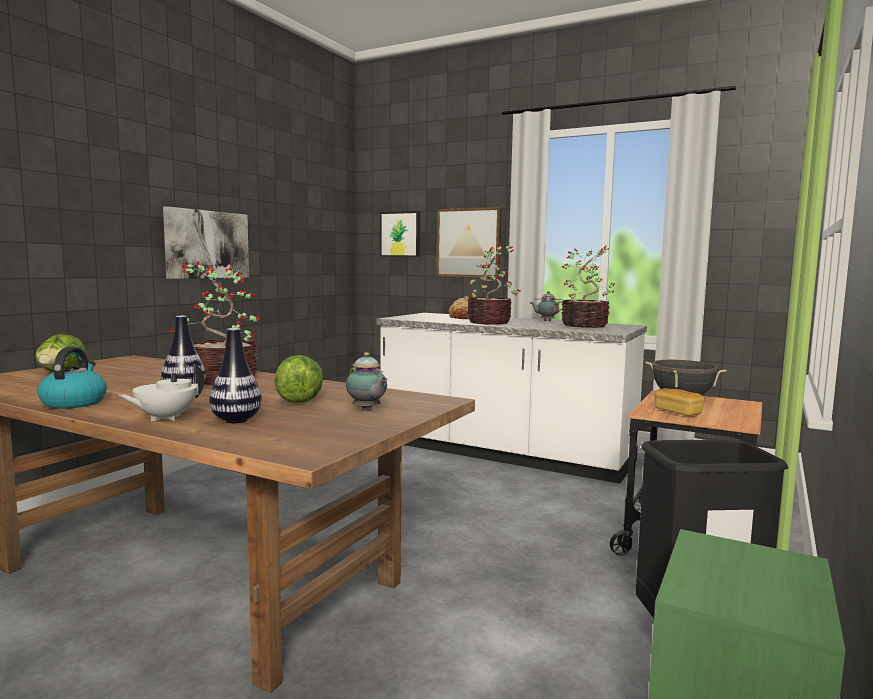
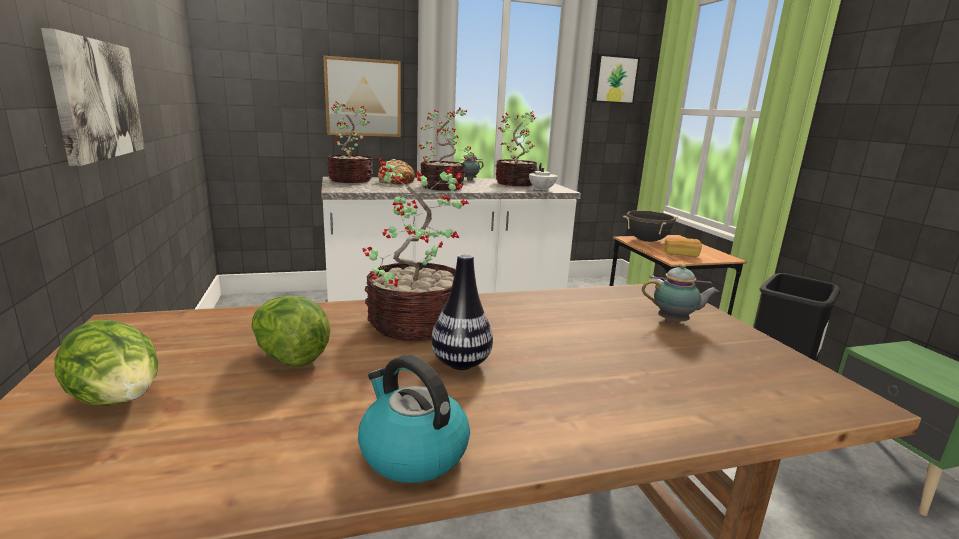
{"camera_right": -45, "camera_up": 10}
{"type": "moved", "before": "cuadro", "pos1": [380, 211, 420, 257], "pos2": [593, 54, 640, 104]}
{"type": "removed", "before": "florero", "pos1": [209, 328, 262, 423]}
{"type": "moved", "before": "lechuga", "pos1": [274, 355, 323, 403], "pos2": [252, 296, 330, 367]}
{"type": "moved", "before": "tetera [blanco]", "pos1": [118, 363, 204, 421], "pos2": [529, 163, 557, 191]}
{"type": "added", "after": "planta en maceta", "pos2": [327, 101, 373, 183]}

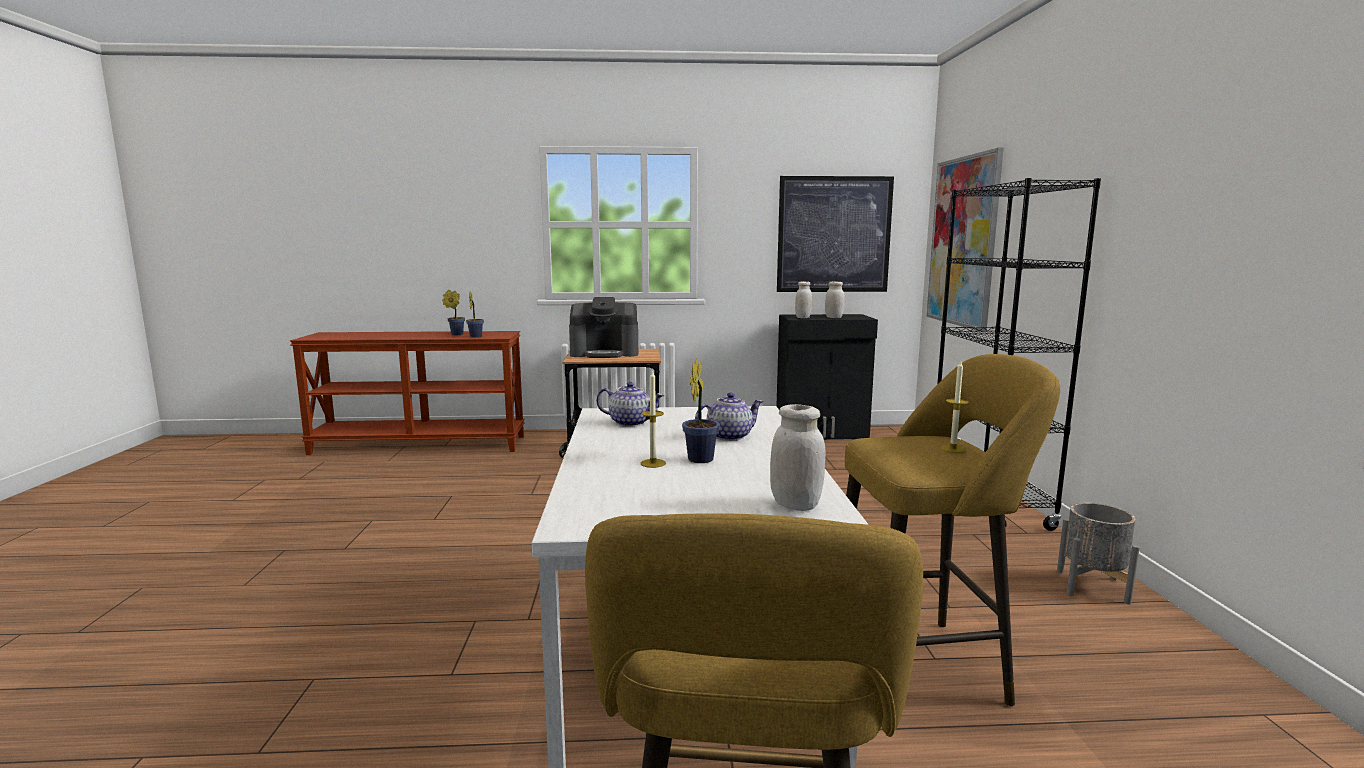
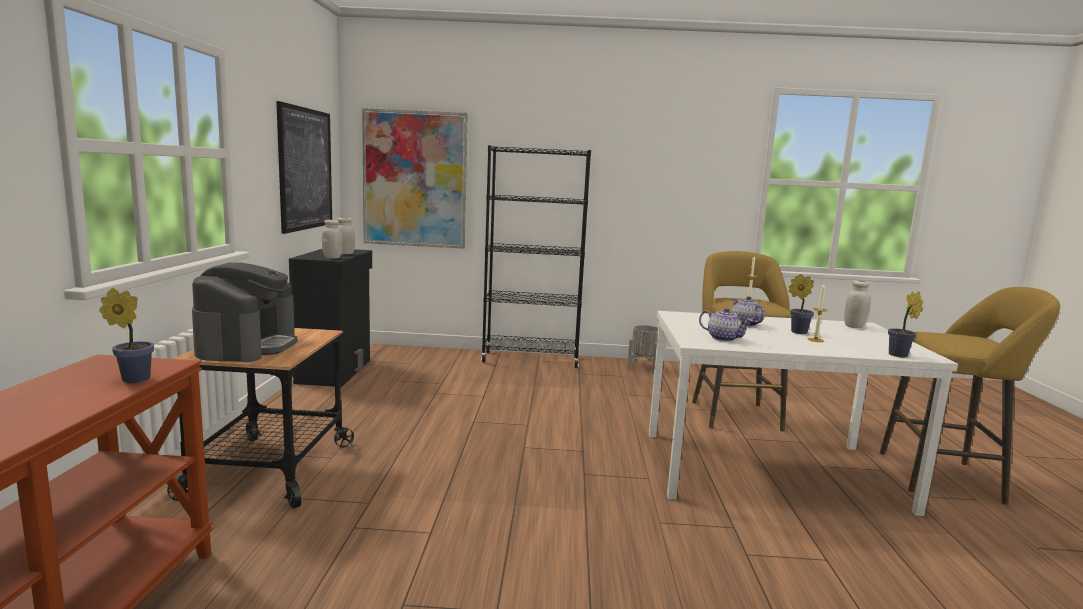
{"camera_right": -85, "camera_up": 0}
{"type": "moved", "before": "planta en maceta", "pos1": [442, 290, 465, 335], "pos2": [888, 291, 923, 358]}
{"type": "turned", "before": "tetera", "pos1": [596, 382, 664, 427], "pos2": [699, 308, 753, 342], "turn": 105}

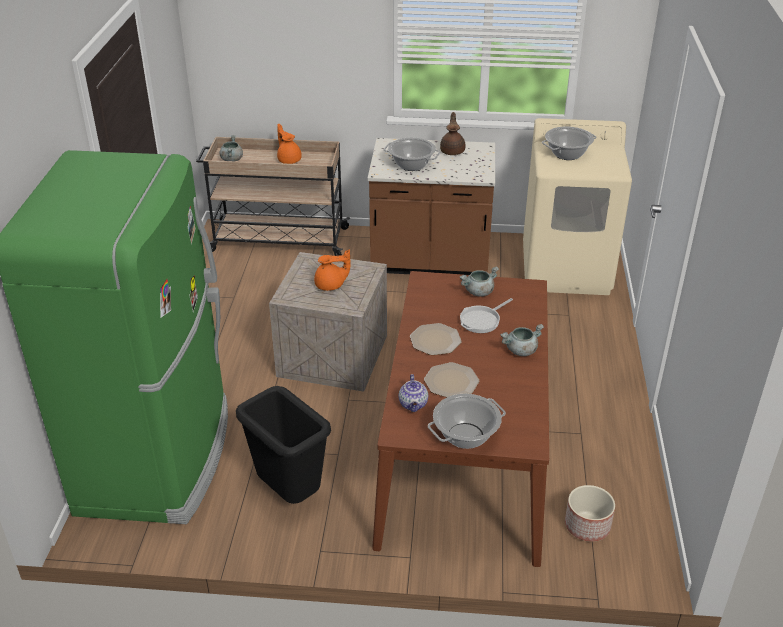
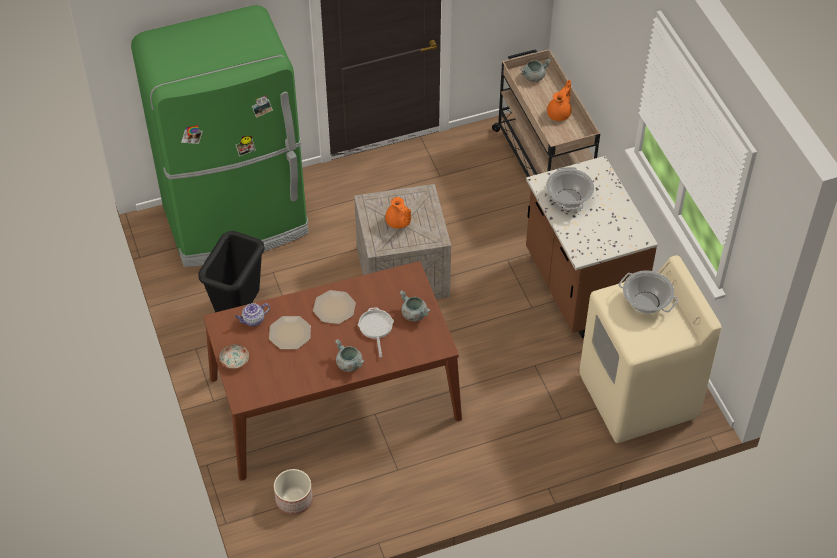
{"camera_right": 65, "camera_up": 15}
{"type": "removed", "before": "tetera [marrón]", "pos1": [440, 112, 465, 155]}
{"type": "turned", "before": "sartén", "pos1": [460, 298, 513, 333], "pos2": [358, 307, 394, 358], "turn": 60}
{"type": "replaced", "before": "olla", "after": "plato", "pos1": [428, 394, 506, 449], "pos2": [219, 344, 249, 369]}

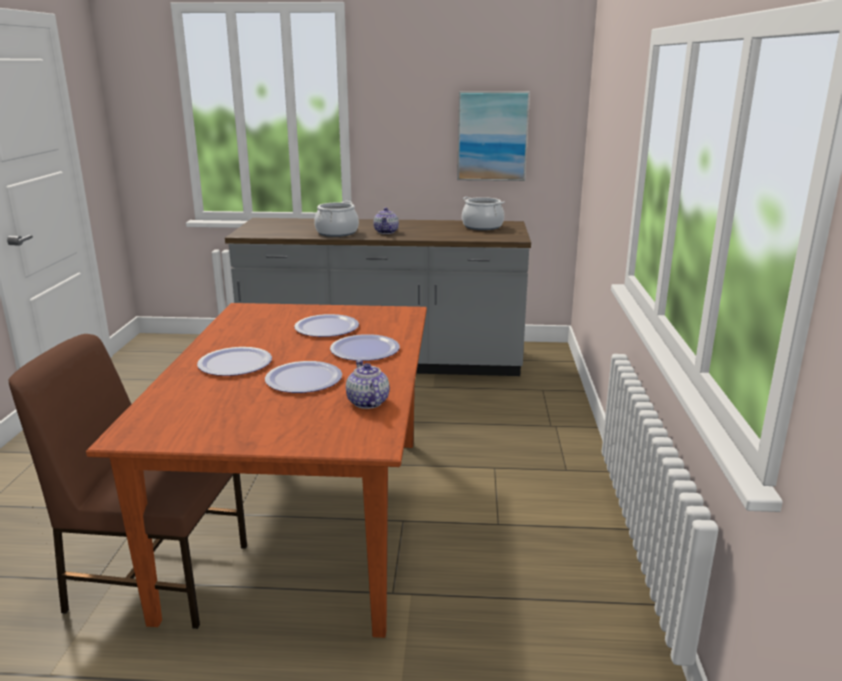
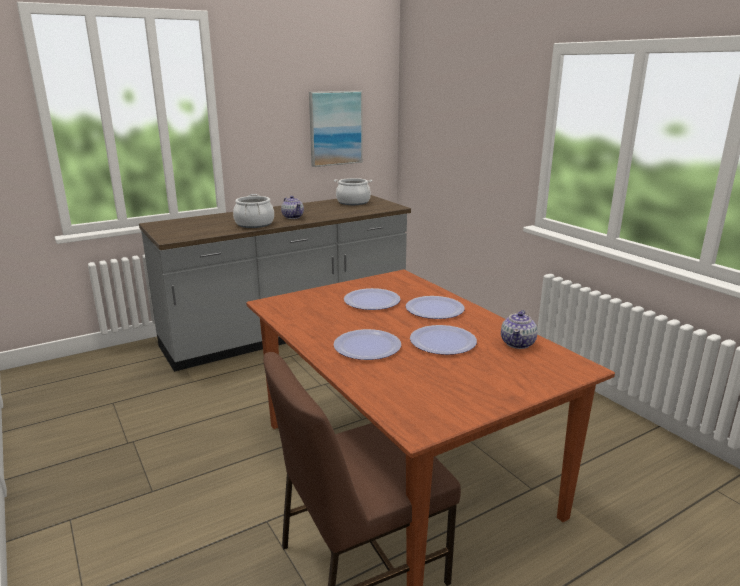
{"camera_right": -35, "camera_up": 0}
{"type": "turned", "before": "tetera", "pos1": [346, 360, 390, 409], "pos2": [501, 310, 537, 349], "turn": -105}

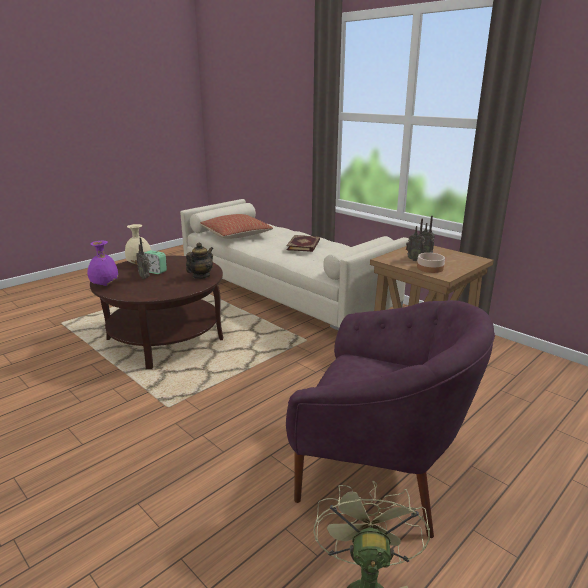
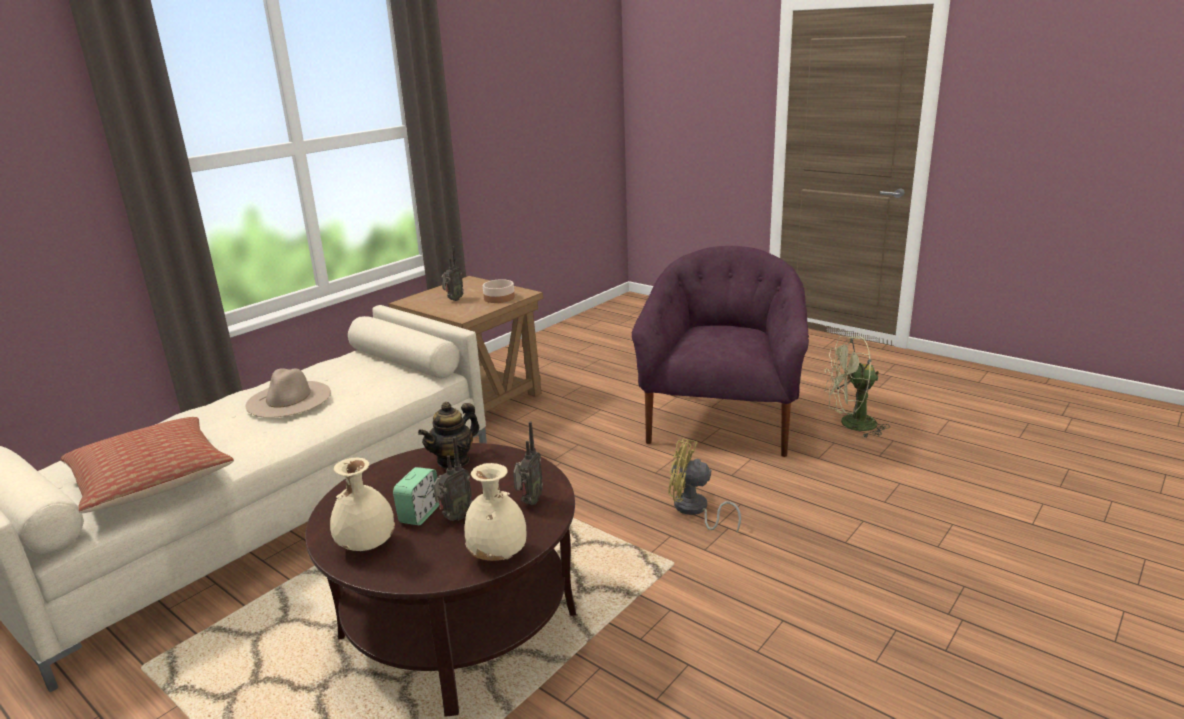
{"camera_right": -95, "camera_up": 0}
{"type": "moved", "before": "radio", "pos1": [406, 218, 425, 261], "pos2": [513, 421, 543, 505]}
{"type": "replaced", "before": "libro", "after": "sombrero [beis]", "pos1": [286, 235, 320, 252], "pos2": [246, 368, 331, 418]}
{"type": "recoloured", "before": "florero [morado]", "after": "florero [beis]", "pos1": [87, 241, 118, 286], "pos2": [465, 463, 527, 561]}
{"type": "turned", "before": "tetera", "pos1": [186, 242, 213, 279], "pos2": [418, 402, 479, 469], "turn": -75}
{"type": "added", "after": "ventilador [amarillo]", "pos2": [668, 439, 741, 532]}

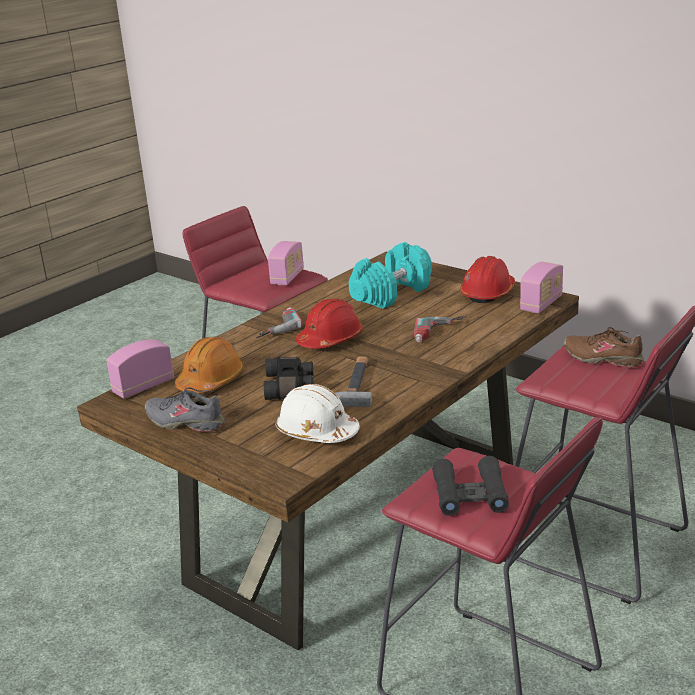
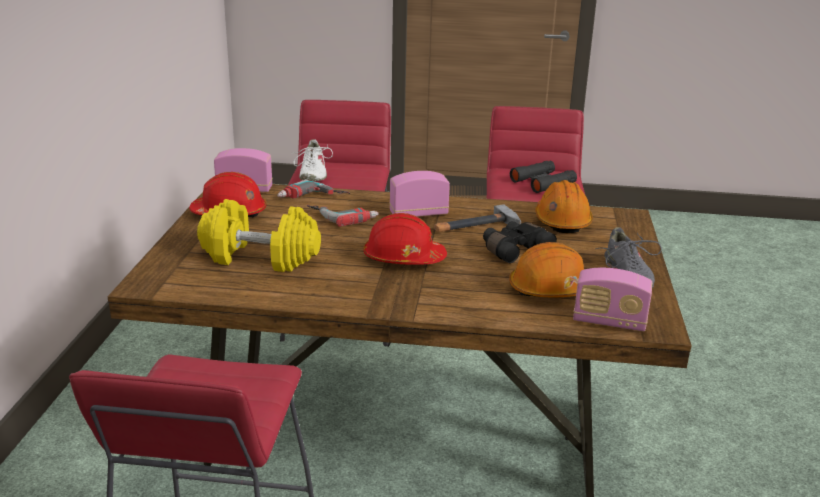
{"camera_right": -125, "camera_up": 0}
{"type": "moved", "before": "radio", "pos1": [268, 241, 304, 285], "pos2": [389, 171, 450, 216]}
{"type": "recoloured", "before": "mancuerna [turquesa]", "after": "mancuerna [amarillo]", "pos1": [349, 242, 432, 309], "pos2": [197, 199, 321, 272]}
{"type": "moved", "before": "taladro", "pos1": [256, 307, 303, 338], "pos2": [277, 179, 350, 199]}
{"type": "recoloured", "before": "zapato [marrón]", "after": "zapato [blanco]", "pos1": [564, 327, 644, 367], "pos2": [293, 139, 333, 181]}
{"type": "recoloured", "before": "casco [blanco]", "after": "casco [naranja]", "pos1": [275, 384, 360, 443], "pos2": [535, 180, 593, 233]}

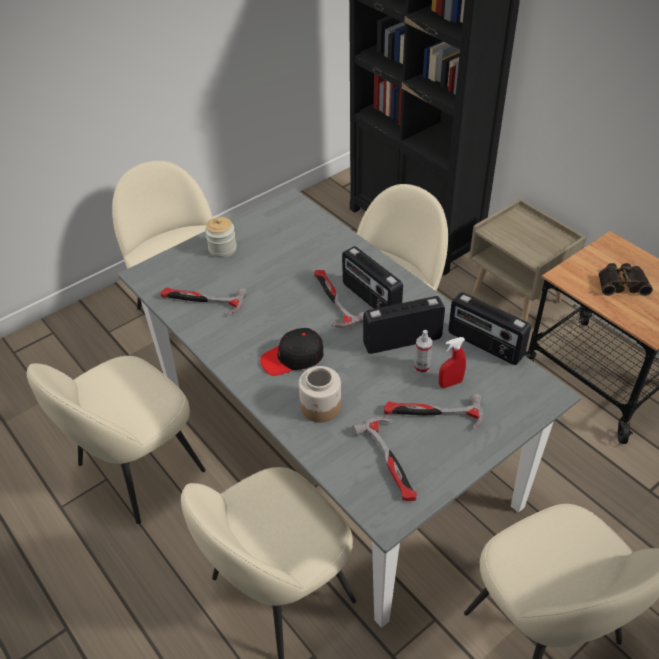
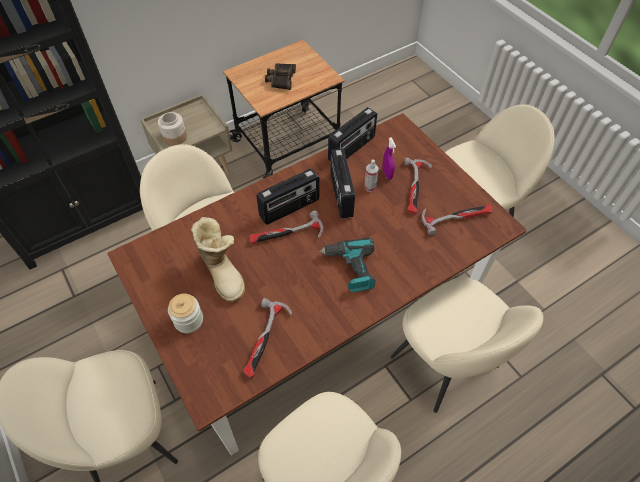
{"camera_right": -85, "camera_up": 10}
{"type": "recoloured", "before": "mesa de comedor [gris]", "after": "mesa de comedor [marrón]", "pos1": [118, 188, 581, 627], "pos2": [107, 113, 526, 455]}
{"type": "replaced", "before": "gorra [negro]", "after": "taladro", "pos1": [260, 328, 324, 376], "pos2": [319, 238, 375, 292]}
{"type": "recoloured", "before": "pulverizador [rojo]", "after": "pulverizador [morado]", "pos1": [439, 337, 466, 388], "pos2": [382, 137, 396, 180]}
{"type": "moved", "before": "tarro", "pos1": [299, 366, 341, 422], "pos2": [158, 112, 187, 146]}
{"type": "added", "after": "bota", "pos2": [191, 217, 245, 302]}

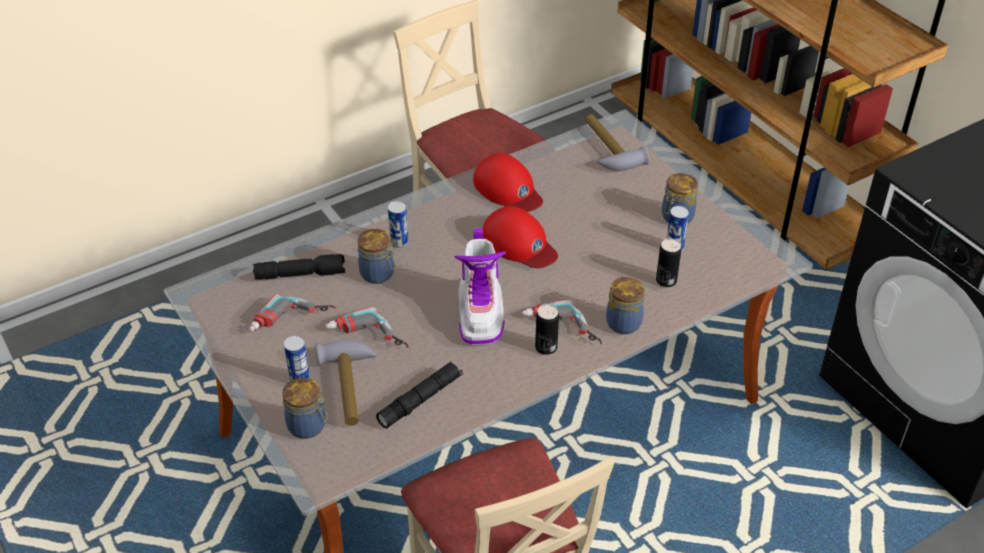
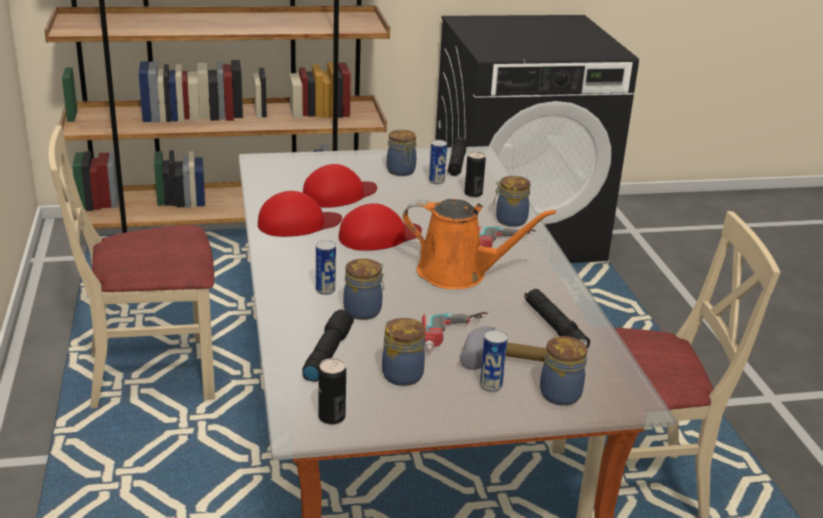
{"camera_right": -70, "camera_up": -15}
{"type": "removed", "before": "martillo", "pos1": [585, 114, 650, 171]}
{"type": "replaced", "before": "bota", "after": "regadera [naranja]", "pos1": [454, 228, 506, 345], "pos2": [403, 199, 556, 289]}
{"type": "replaced", "before": "taladro", "after": "tarro", "pos1": [249, 293, 336, 332], "pos2": [382, 318, 425, 386]}
{"type": "moved", "before": "lata", "pos1": [535, 304, 559, 355], "pos2": [319, 358, 346, 424]}
{"type": "added", "after": "linterna [negro]", "pos2": [448, 137, 467, 176]}
{"type": "added", "after": "gorra [rojo]", "pos2": [303, 164, 377, 208]}

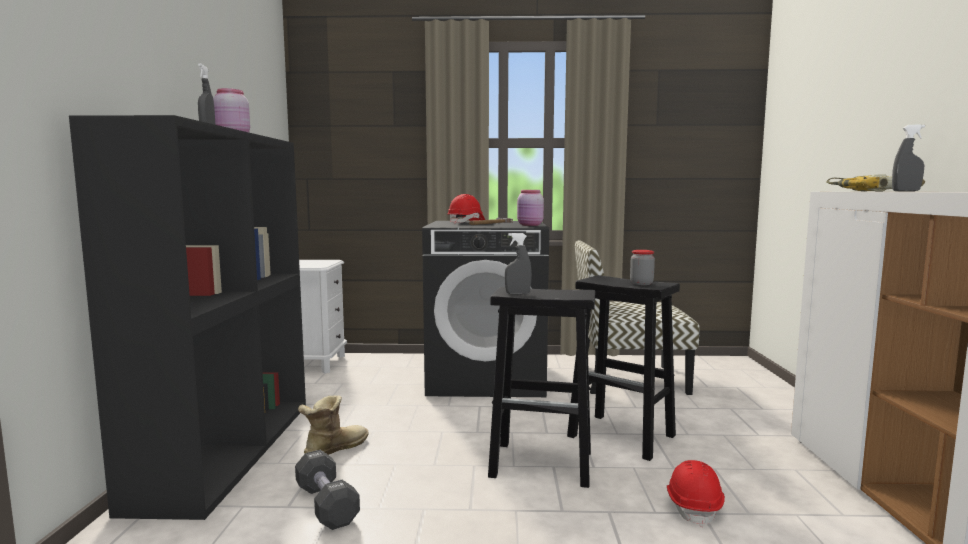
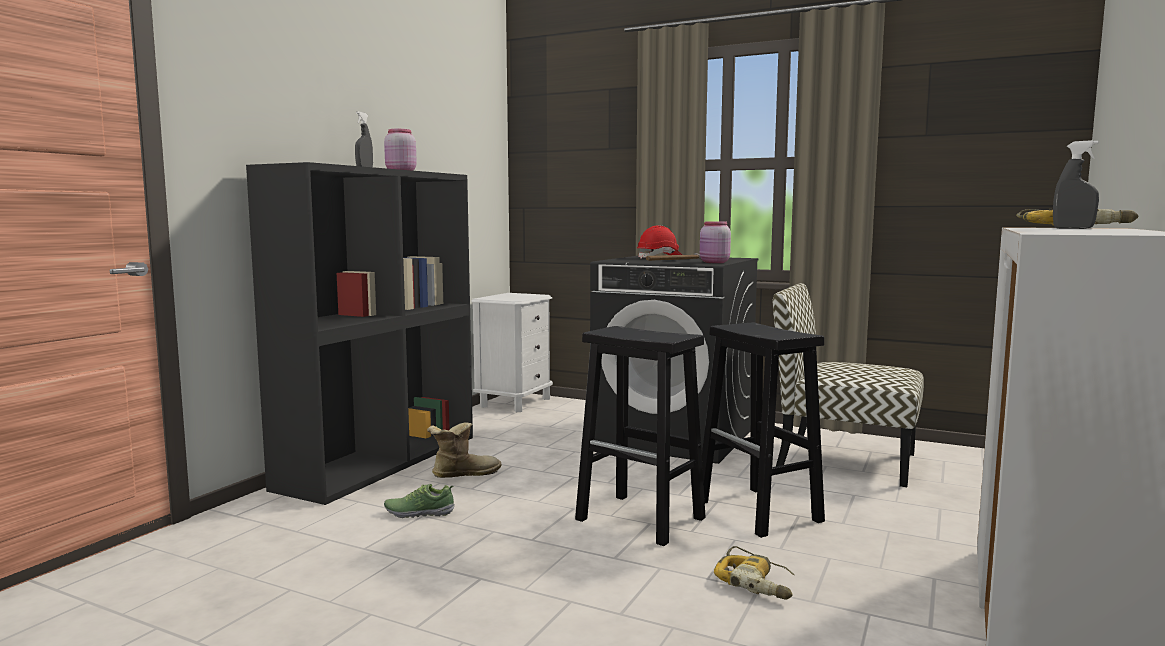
{"camera_right": 25, "camera_up": 0}
{"type": "removed", "before": "pulverizador [gris]", "pos1": [505, 233, 532, 294]}
{"type": "removed", "before": "tarro", "pos1": [630, 250, 655, 285]}
{"type": "replaced", "before": "mancuerna [negro]", "after": "zapato", "pos1": [295, 450, 360, 530], "pos2": [384, 484, 455, 518]}
{"type": "replaced", "before": "casco [rojo]", "after": "taladro", "pos1": [667, 460, 725, 527], "pos2": [714, 546, 795, 600]}

